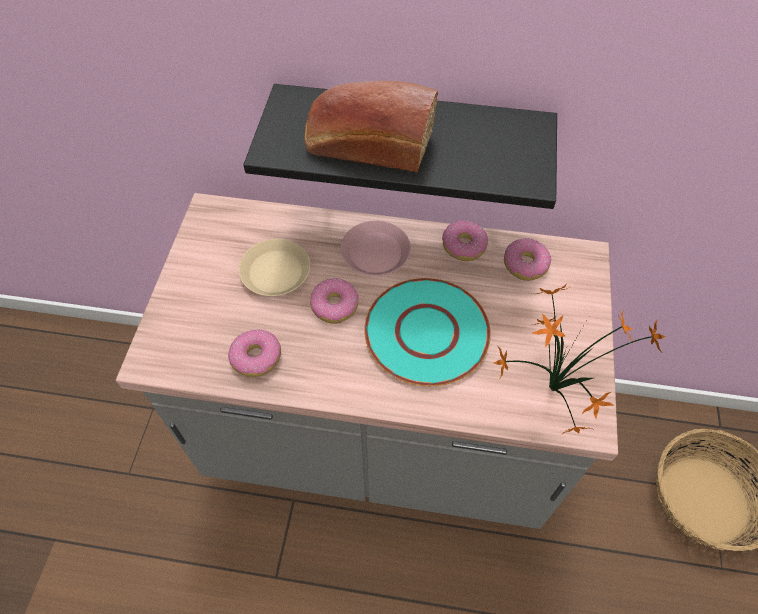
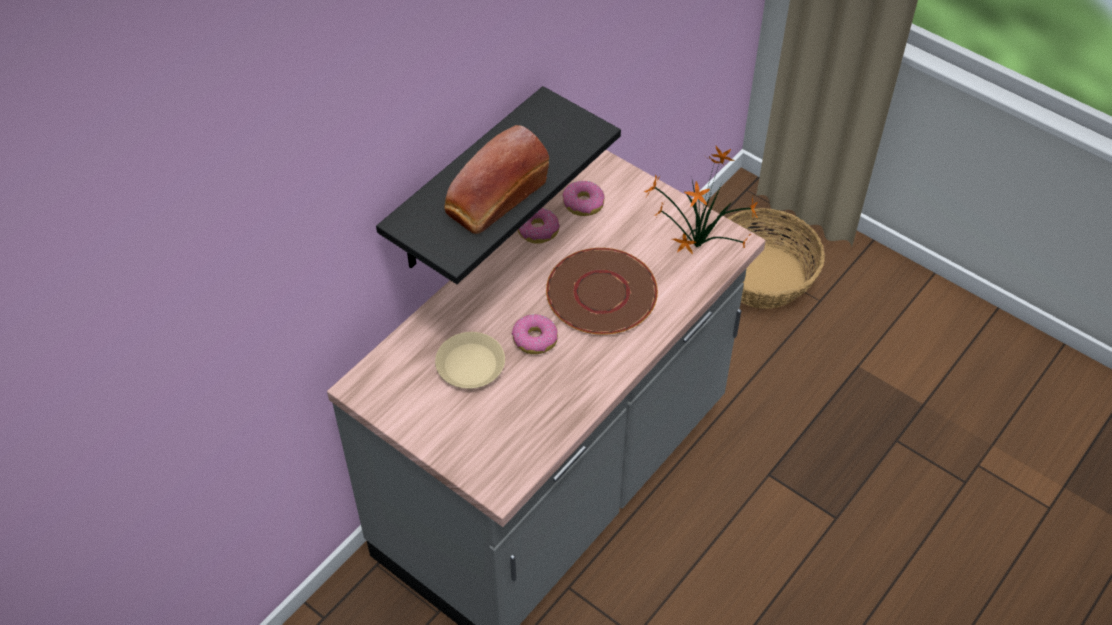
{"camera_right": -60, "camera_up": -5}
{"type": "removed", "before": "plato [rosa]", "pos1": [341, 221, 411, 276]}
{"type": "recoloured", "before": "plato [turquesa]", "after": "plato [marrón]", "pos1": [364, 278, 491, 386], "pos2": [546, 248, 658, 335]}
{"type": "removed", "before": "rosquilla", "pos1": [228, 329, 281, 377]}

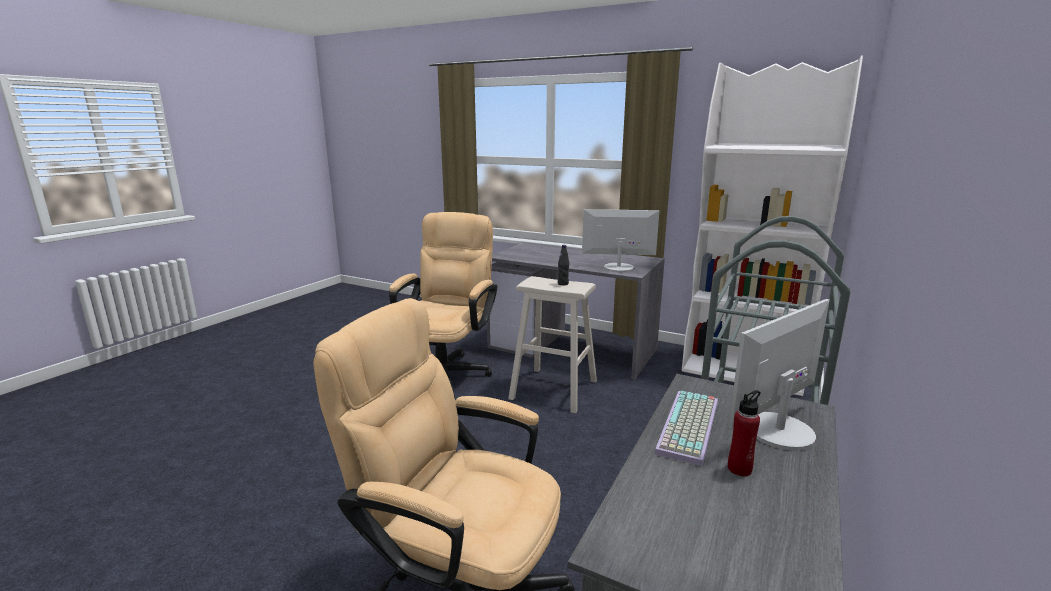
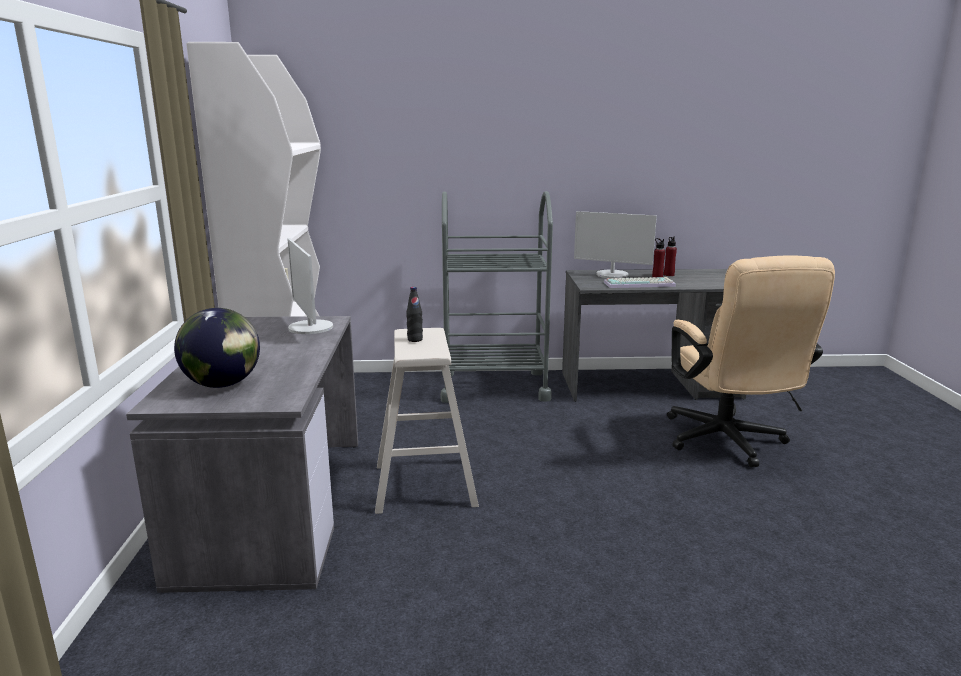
{"camera_right": -120, "camera_up": 0}
{"type": "removed", "before": "silla de oficina [beis]", "pos1": [389, 212, 497, 398]}
{"type": "added", "after": "botella [rojo]", "pos2": [664, 237, 677, 276]}
{"type": "added", "after": "globo terráqueo", "pos2": [174, 308, 260, 388]}

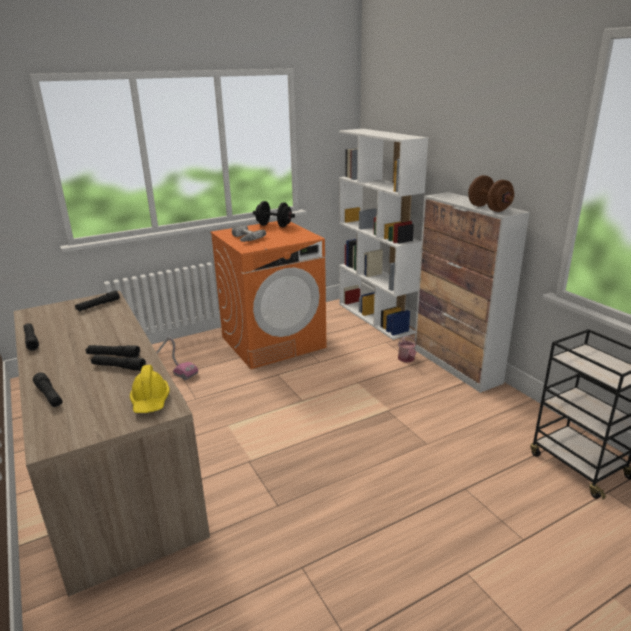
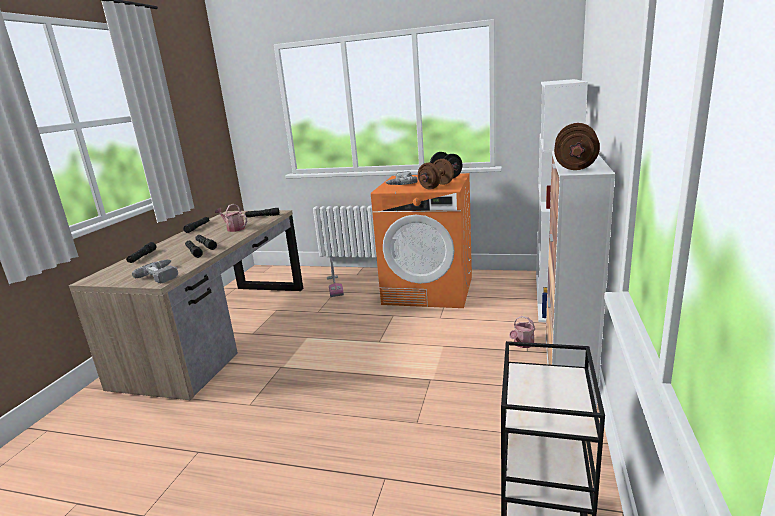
{"camera_right": 45, "camera_up": -5}
{"type": "replaced", "before": "casco [amarillo]", "after": "taladro", "pos1": [130, 365, 170, 413], "pos2": [132, 260, 178, 283]}
{"type": "added", "after": "mancuerna [marrón]", "pos2": [418, 159, 454, 189]}
{"type": "added", "after": "regadera", "pos2": [215, 204, 247, 232]}

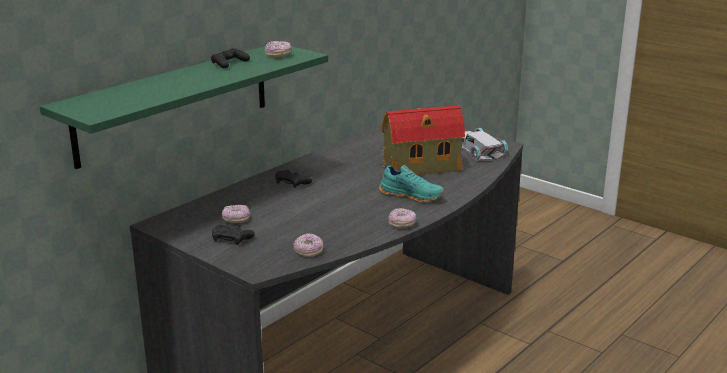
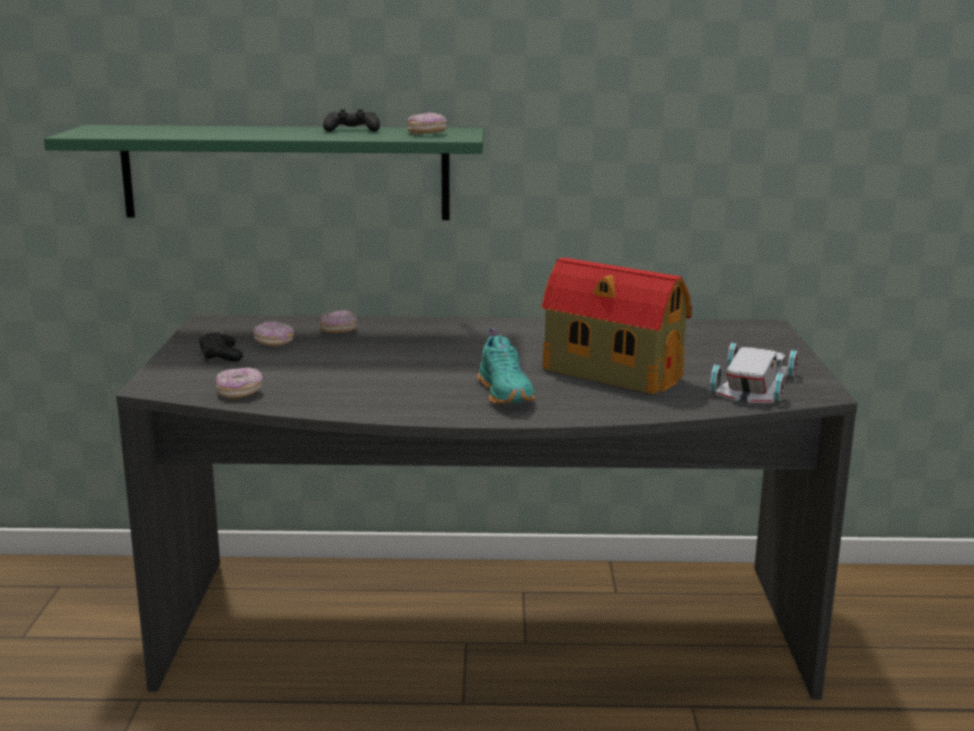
{"camera_right": 50, "camera_up": -5}
{"type": "removed", "before": "mando de consola [negro]", "pos1": [275, 169, 312, 188]}
{"type": "moved", "before": "rosquilla", "pos1": [388, 208, 416, 228], "pos2": [319, 310, 357, 333]}

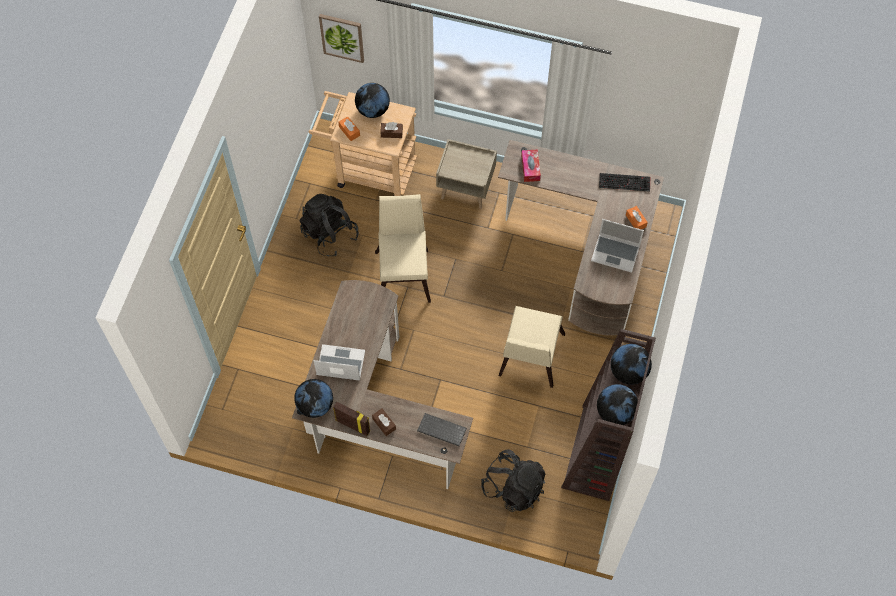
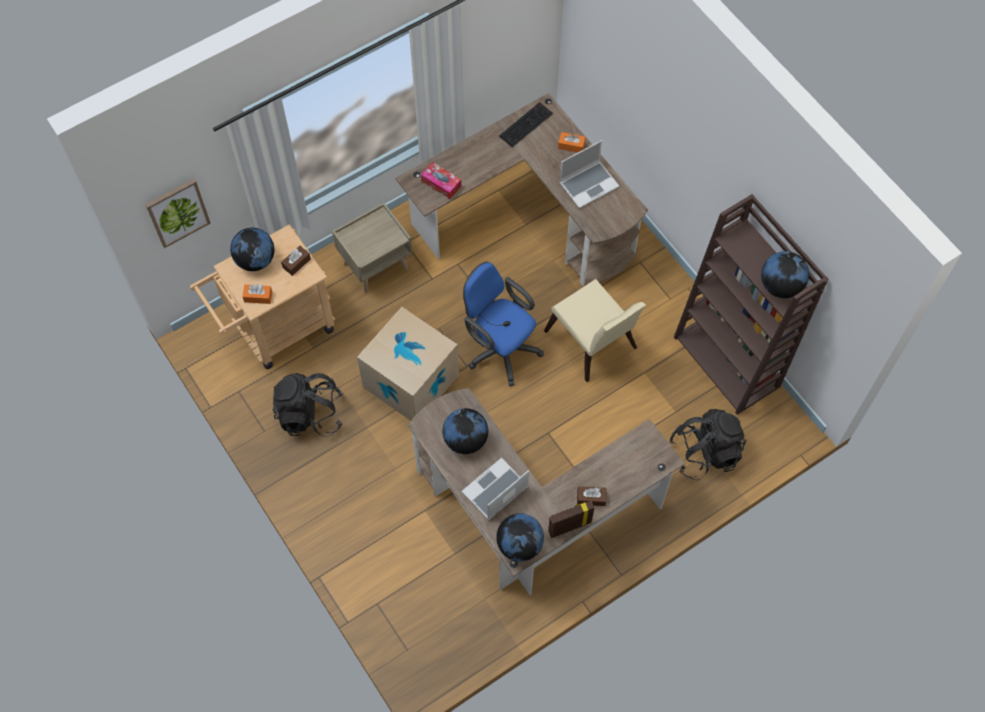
{"camera_right": -50, "camera_up": 0}
{"type": "replaced", "before": "silla [beis]", "after": "caja de cartón", "pos1": [375, 194, 431, 303], "pos2": [357, 307, 459, 421]}
{"type": "moved", "before": "globo terráqueo", "pos1": [611, 344, 652, 385], "pos2": [443, 408, 488, 454]}
{"type": "removed", "before": "teclado", "pos1": [417, 413, 467, 446]}
{"type": "added", "after": "silla de oficina [azul]", "pos2": [463, 262, 544, 386]}

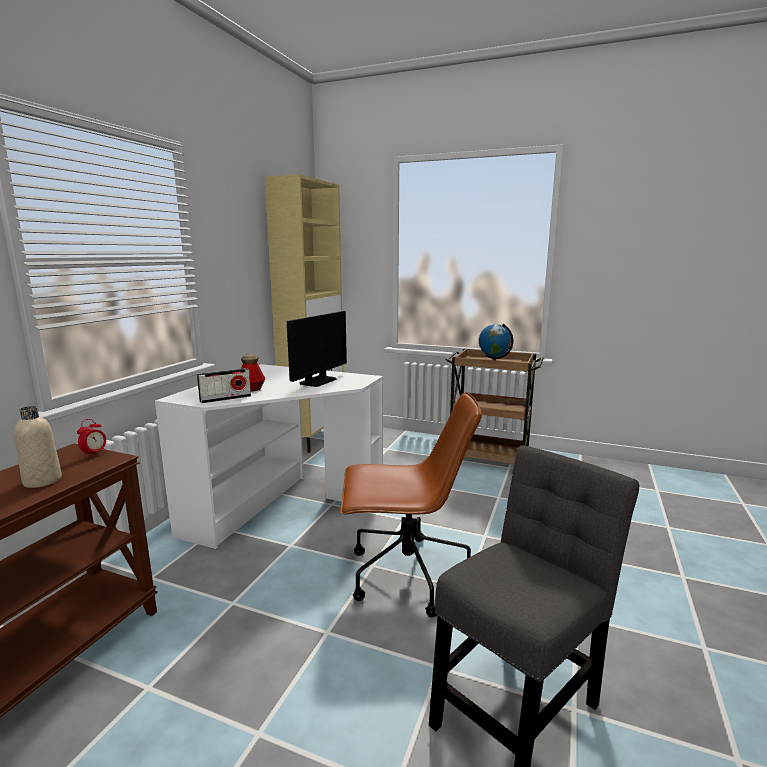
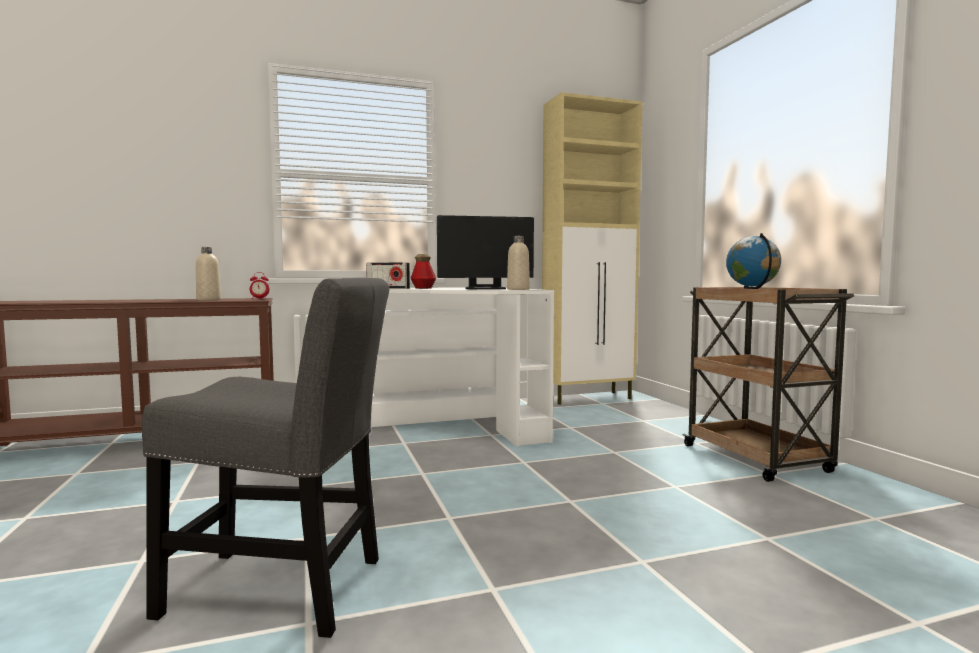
{"camera_right": 50, "camera_up": -10}
{"type": "removed", "before": "silla de oficina [marrón]", "pos1": [340, 392, 482, 618]}
{"type": "added", "after": "botella [beis]", "pos2": [507, 236, 530, 290]}

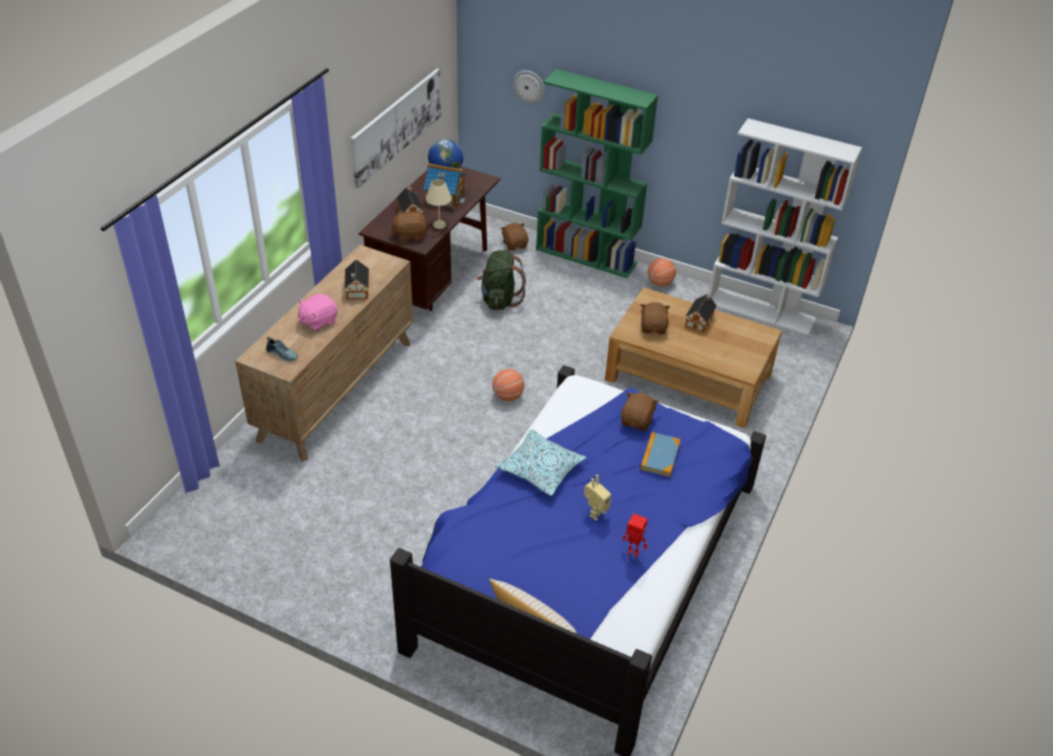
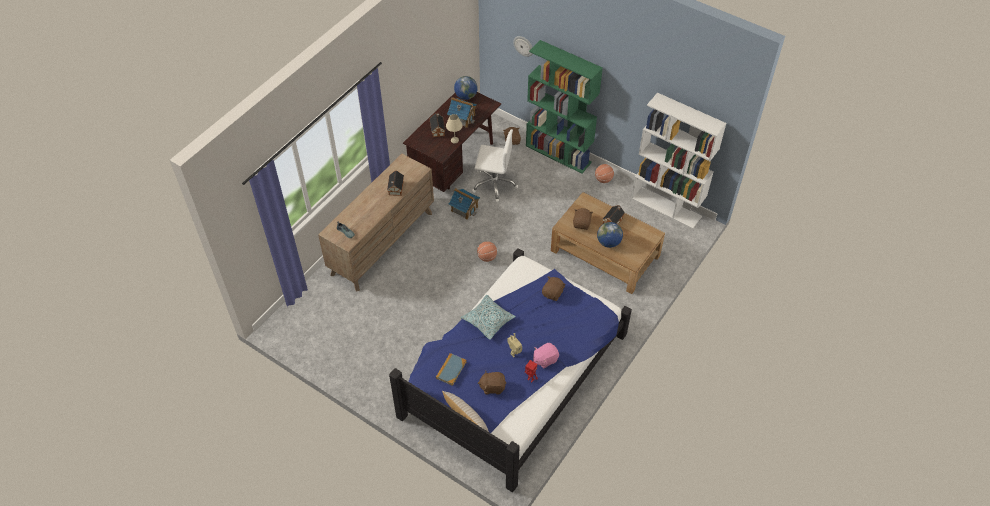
{"camera_right": 10, "camera_up": 10}
{"type": "removed", "before": "cuadro", "pos1": [351, 68, 441, 189]}
{"type": "moved", "before": "peluche [marrón]", "pos1": [390, 211, 427, 242], "pos2": [478, 370, 506, 394]}
{"type": "replaced", "before": "mochila [verde]", "after": "silla de oficina [blanco]", "pos1": [477, 250, 526, 310], "pos2": [472, 129, 518, 202]}
{"type": "moved", "before": "peluche [rosa]", "pos1": [298, 293, 337, 331], "pos2": [533, 343, 559, 369]}
{"type": "moved", "before": "libro", "pos1": [640, 432, 681, 477], "pos2": [436, 353, 466, 386]}
{"type": "added", "after": "casita", "pos2": [449, 188, 480, 220]}
{"type": "added", "after": "globo terráqueo", "pos2": [597, 222, 623, 248]}

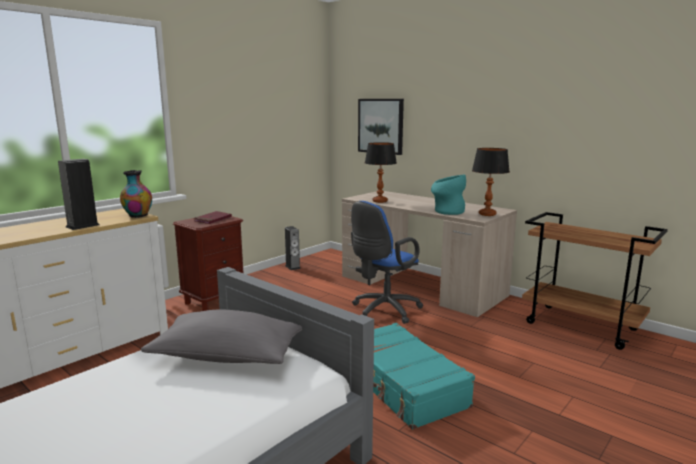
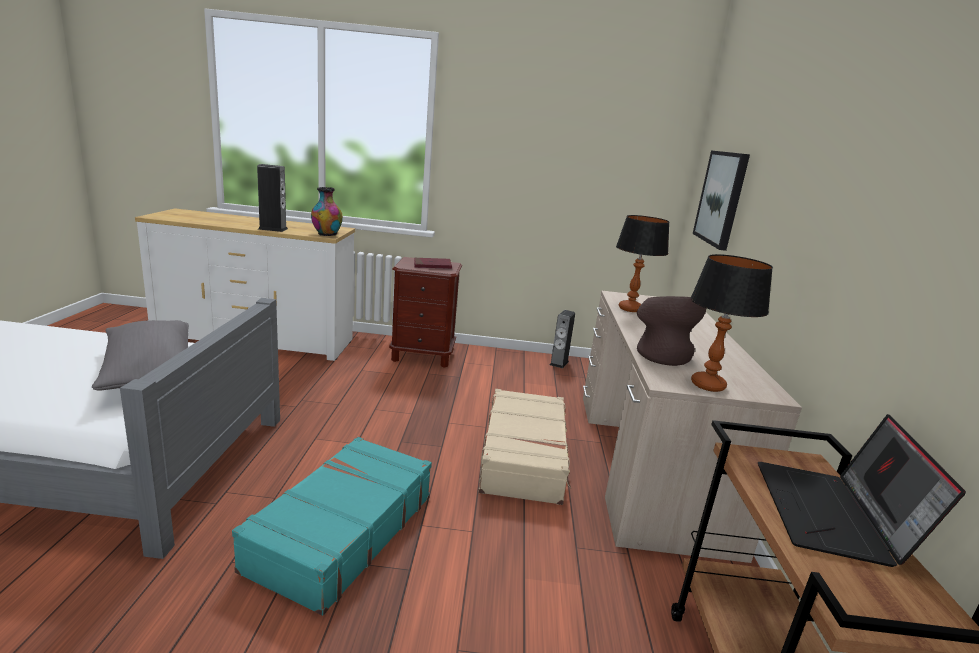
{"camera_right": 50, "camera_up": 5}
{"type": "recoloured", "before": "florero [turquesa]", "after": "florero [marrón]", "pos1": [431, 175, 466, 215], "pos2": [637, 296, 707, 366]}
{"type": "replaced", "before": "silla de oficina [azul]", "after": "maleta [beis]", "pos1": [351, 201, 423, 324], "pos2": [478, 389, 571, 505]}
{"type": "added", "after": "portátil", "pos2": [758, 414, 966, 567]}

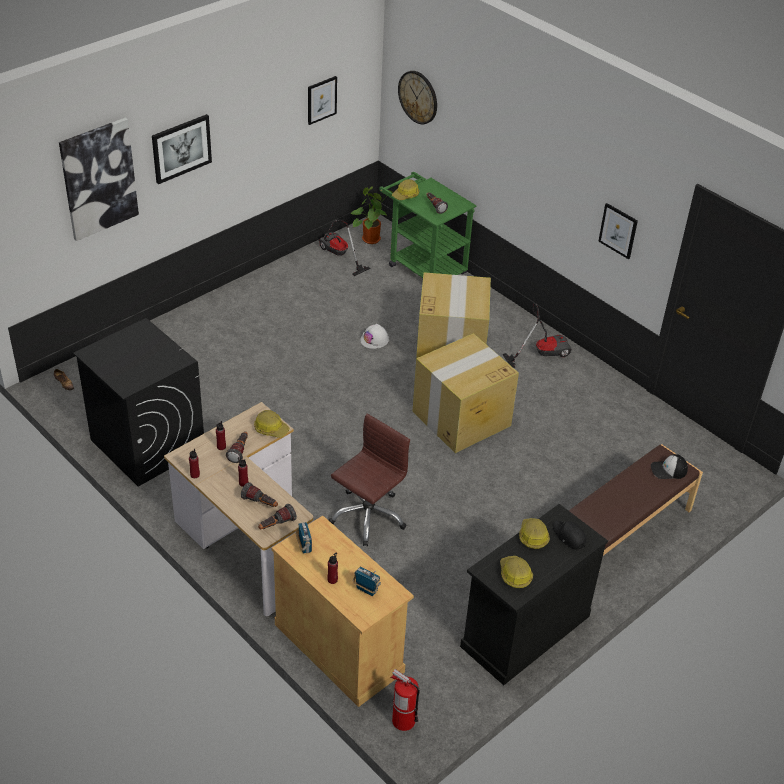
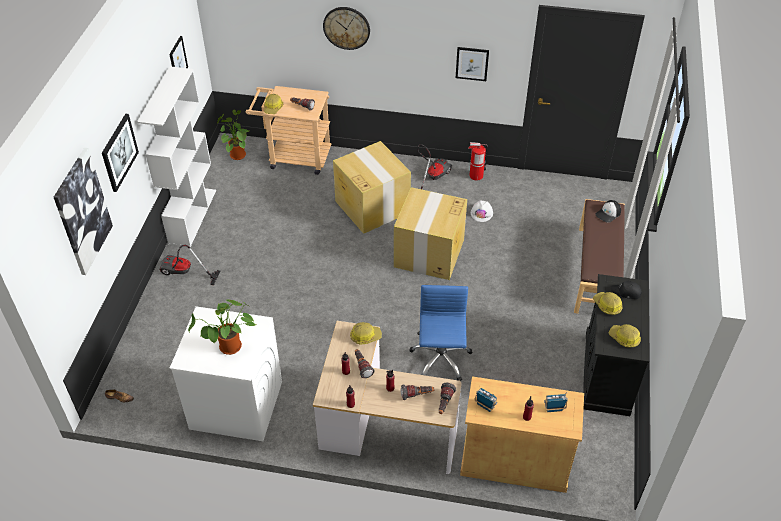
{"camera_right": -35, "camera_up": 5}
{"type": "moved", "before": "reloj de pared", "pos1": [398, 71, 437, 124], "pos2": [323, 7, 370, 50]}
{"type": "recoloured", "before": "carrito [verde]", "after": "carrito [beis]", "pos1": [379, 172, 476, 278], "pos2": [246, 86, 331, 175]}
{"type": "moved", "before": "aspiradora", "pos1": [318, 219, 371, 276], "pos2": [159, 245, 221, 285]}
{"type": "recoloured", "before": "lavadora [negro]", "after": "lavadora [blanco]", "pos1": [73, 318, 204, 487], "pos2": [170, 306, 282, 441]}
{"type": "moved", "before": "casco [blanco]", "pos1": [360, 324, 389, 349], "pos2": [471, 200, 493, 222]}
{"type": "recoloured", "before": "silla de oficina [marrón]", "after": "silla de oficina [azul]", "pos1": [329, 414, 410, 546], "pos2": [409, 285, 473, 381]}
{"type": "moved", "before": "extintor", "pos1": [391, 669, 420, 731], "pos2": [468, 142, 487, 181]}
{"type": "added", "after": "estantería [blanco]", "pos2": [137, 66, 216, 247]}
{"type": "added", "after": "planta en maceta", "pos2": [188, 299, 256, 355]}

